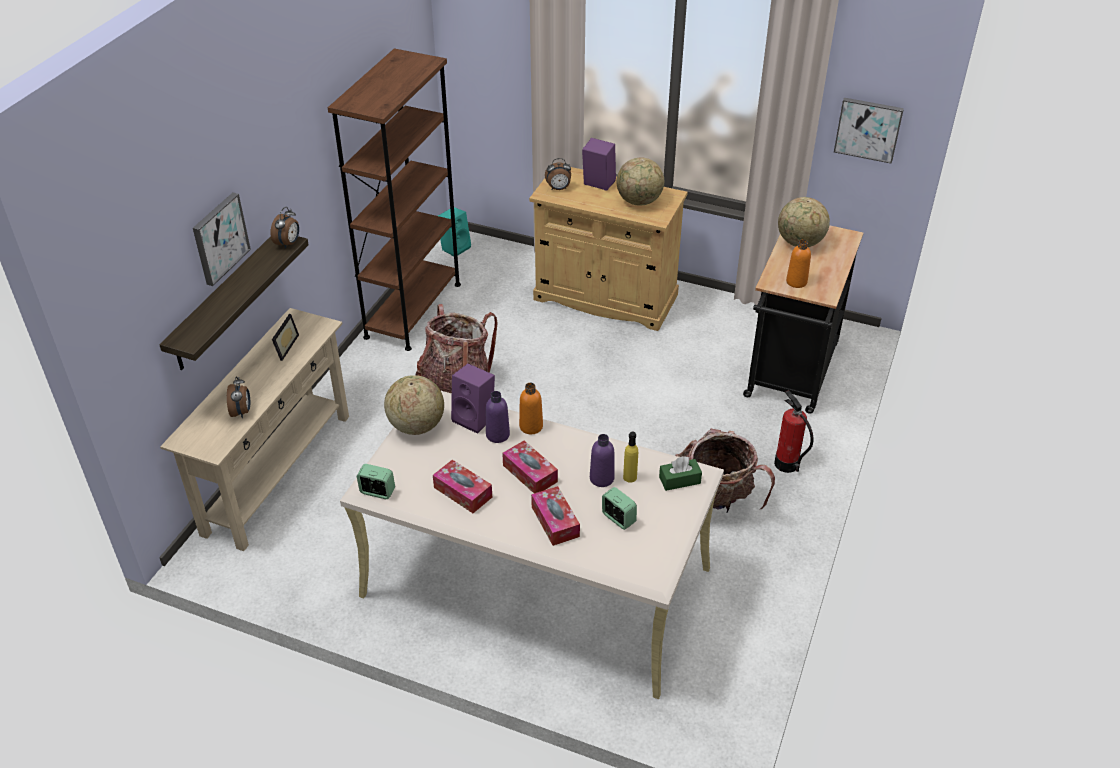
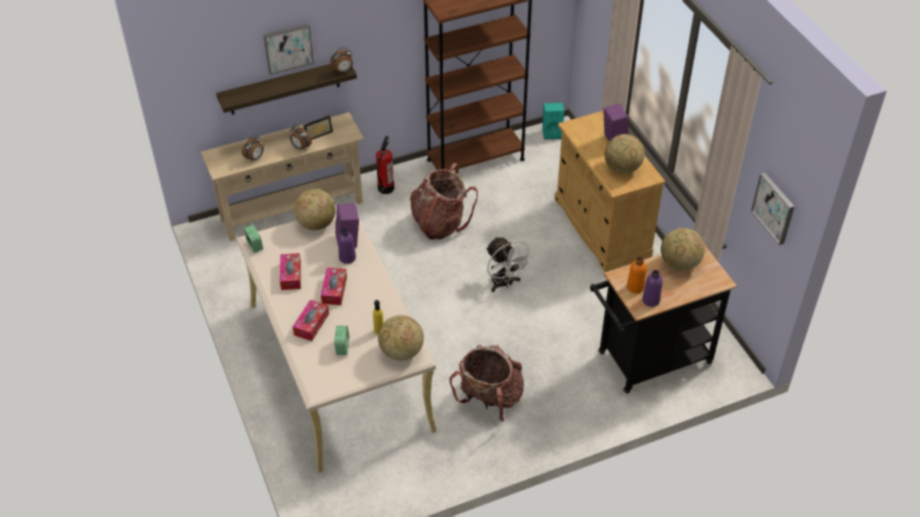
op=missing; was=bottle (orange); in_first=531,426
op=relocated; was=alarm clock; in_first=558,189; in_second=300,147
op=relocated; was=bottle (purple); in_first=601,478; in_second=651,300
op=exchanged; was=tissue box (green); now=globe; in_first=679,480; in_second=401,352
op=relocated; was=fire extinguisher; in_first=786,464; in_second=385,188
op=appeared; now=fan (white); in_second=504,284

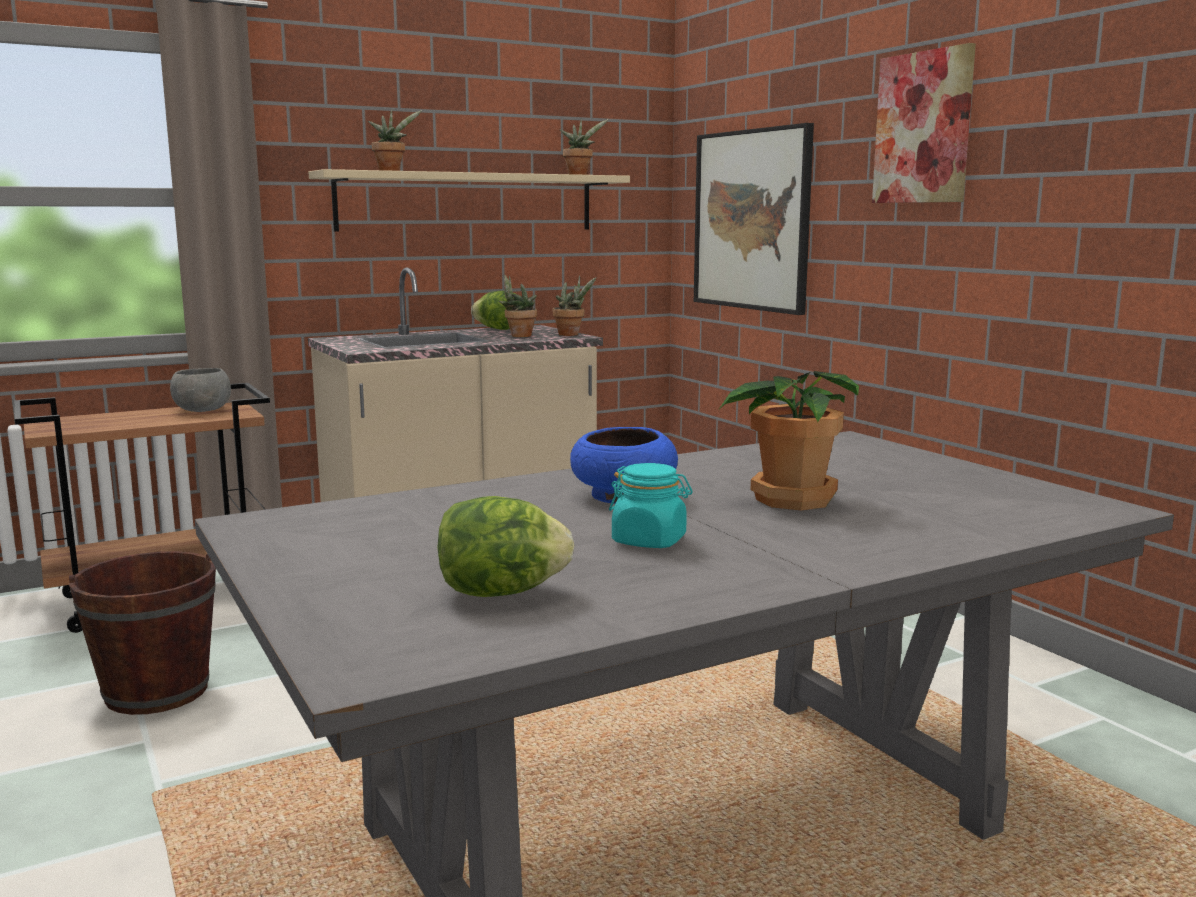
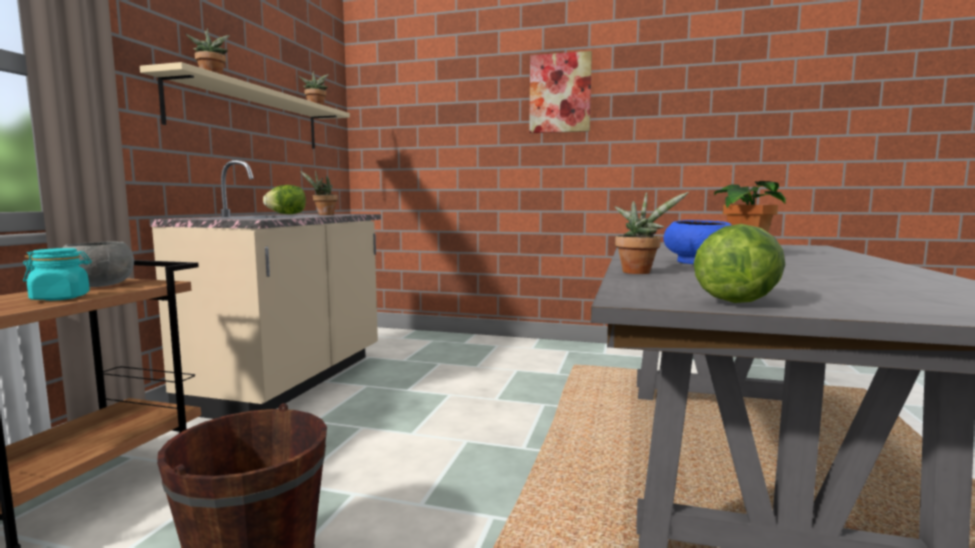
op=relocated; was=lettuce; in_first=501,592; in_second=737,301
op=relocated; was=potted plant; in_first=571,335; in_second=639,272
op=relocated; was=jar (turquoise); in_first=649,541; in_second=61,298
op=missing; was=picture; in_first=751,220

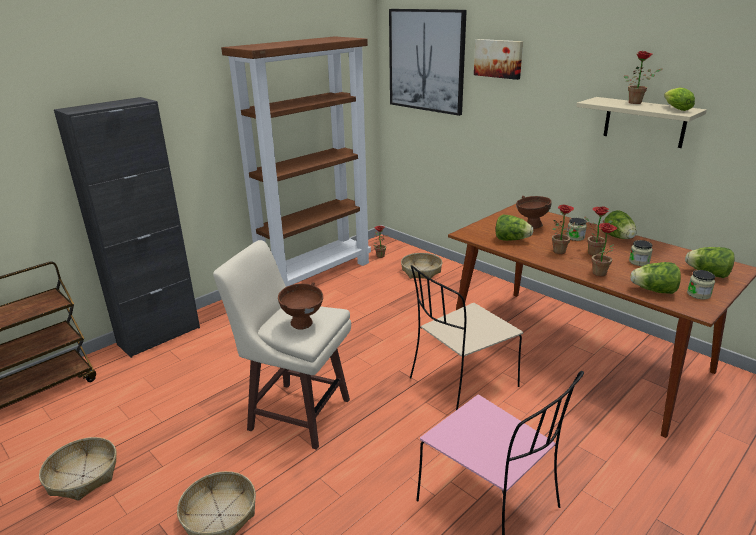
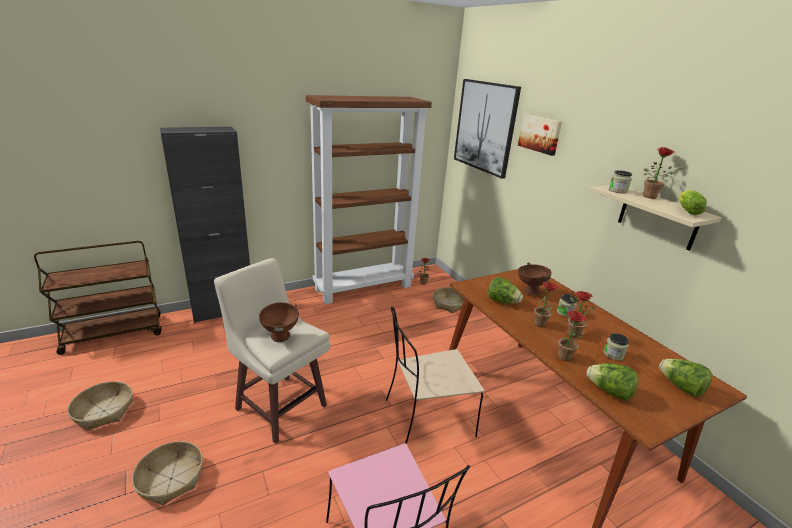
op=missing; was=lettuce; in_first=619,238
op=relocated; was=jar; in_first=698,294; in_second=617,191

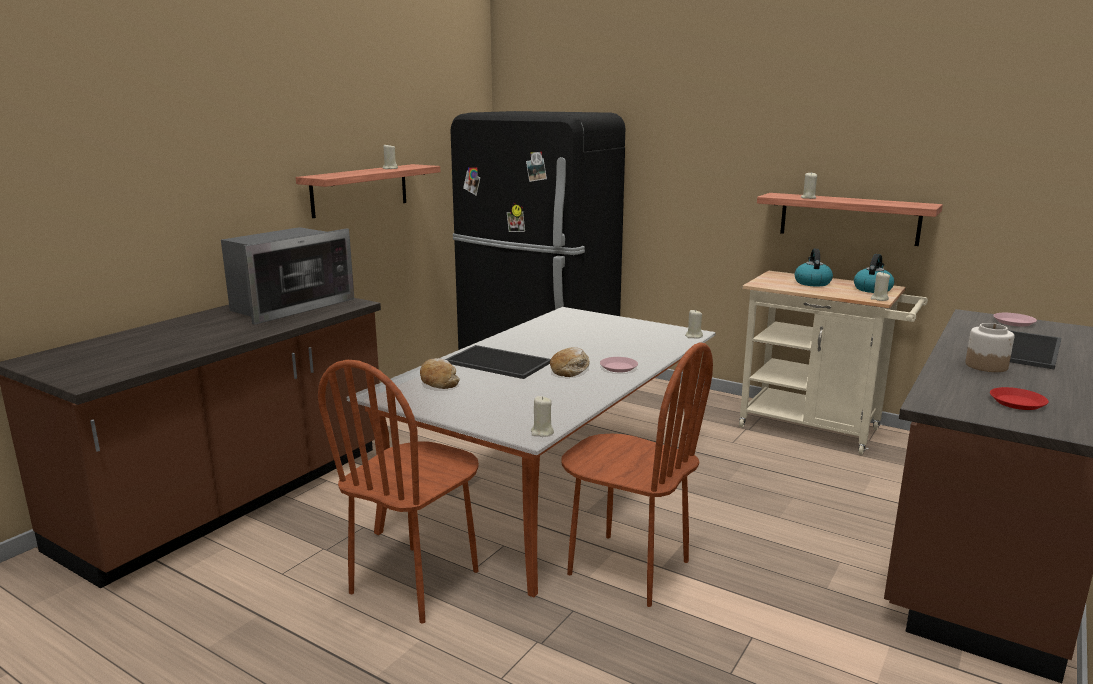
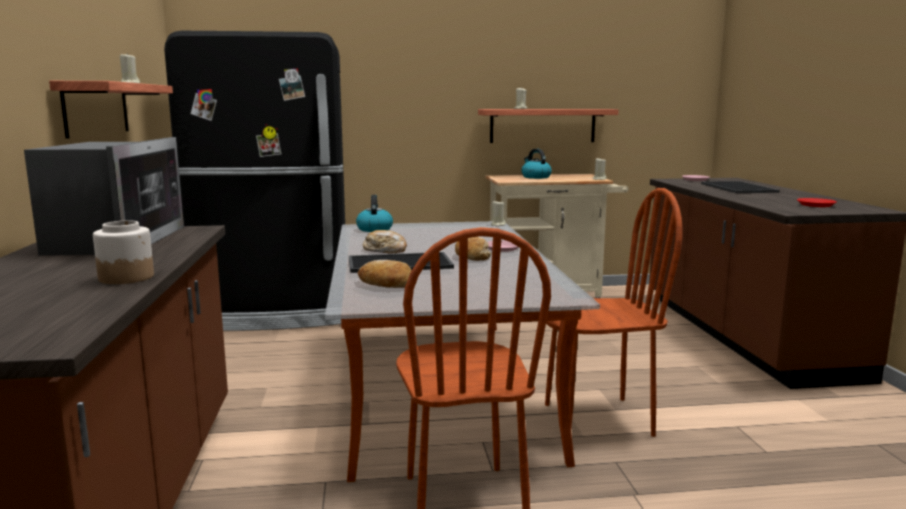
op=missing; was=candle (beige); in_first=542,432
op=relocated; was=kettle; in_first=872,289; in_second=374,229
op=relocated; was=jar; in_first=986,366; in_second=126,277
op=appeared; now=bread; in_second=385,250

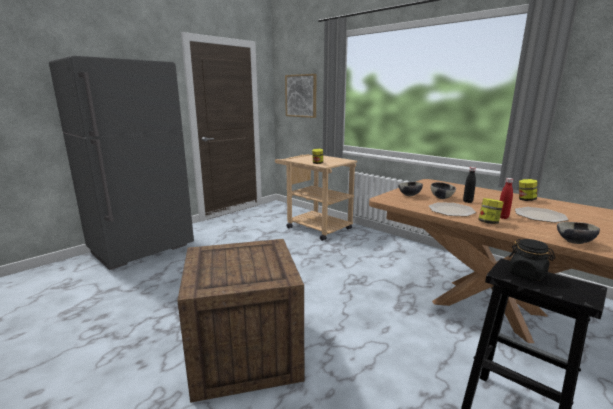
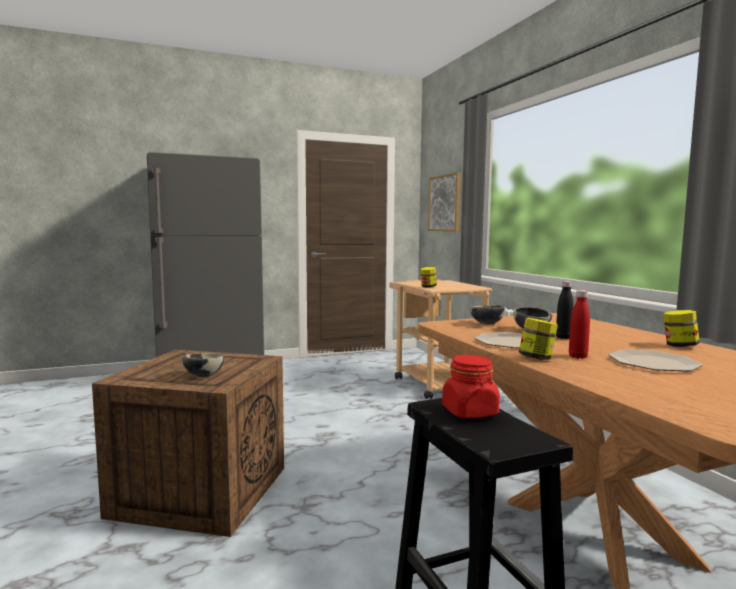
op=colour; was=jar (black); now=jar (red); in_first=527,274; in_second=470,412
op=relocated; was=bowl; in_first=574,242; in_second=203,375

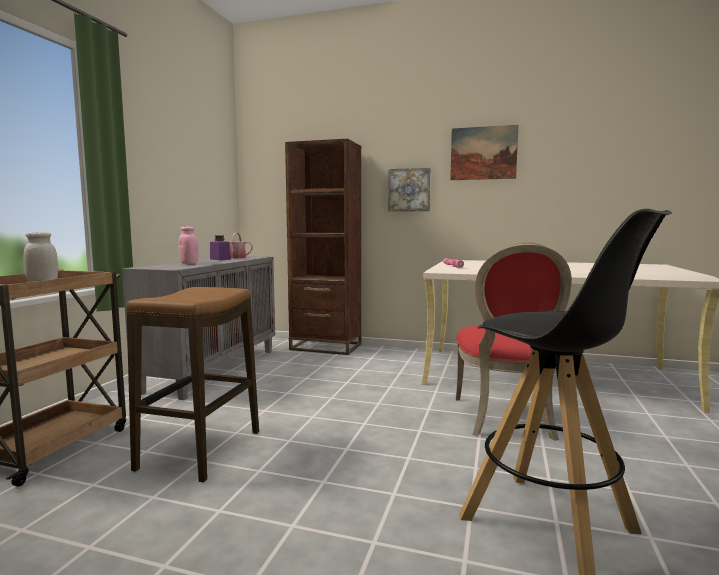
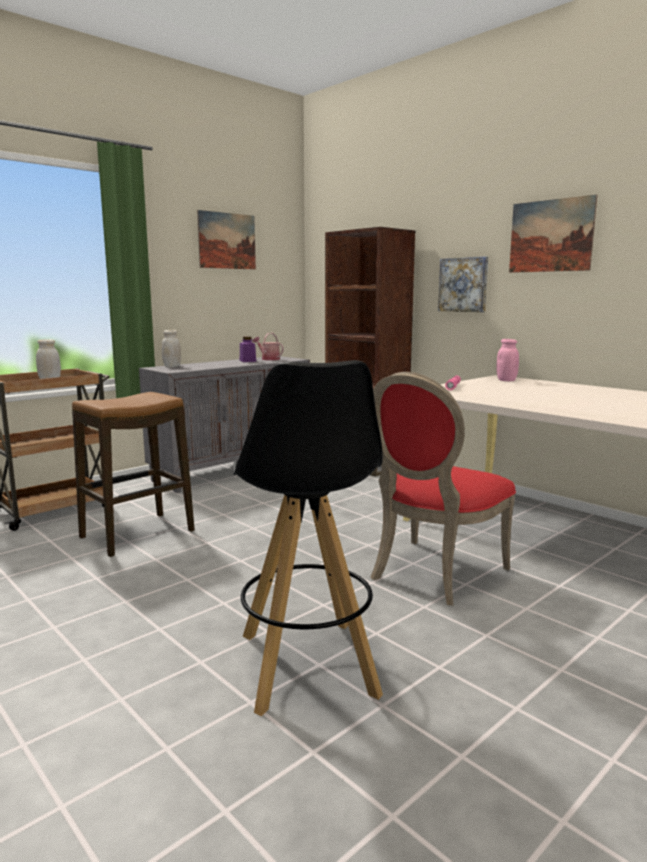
op=relocated; was=jar (pink); in_first=189,263; in_second=506,380
op=appeared; now=jar (white); in_second=172,366
op=appeared; now=picture; in_second=227,241

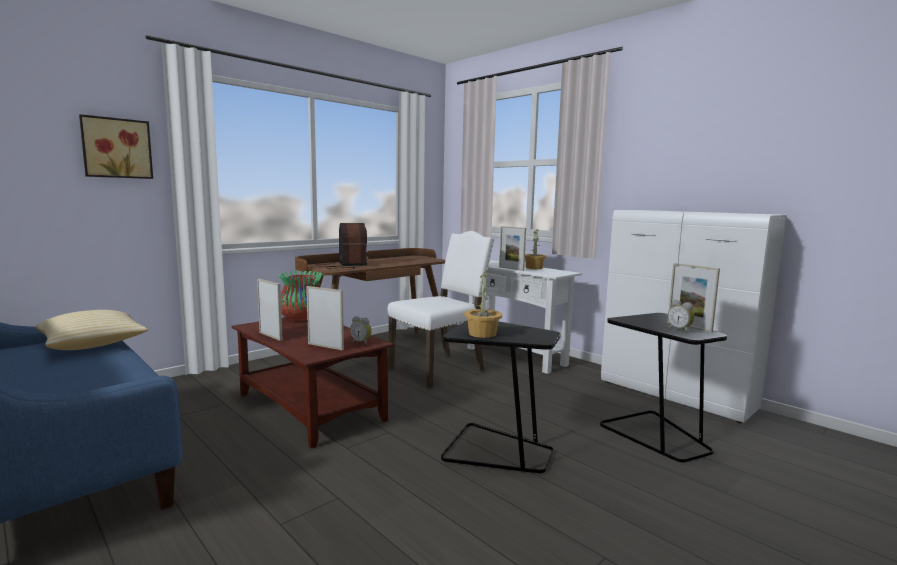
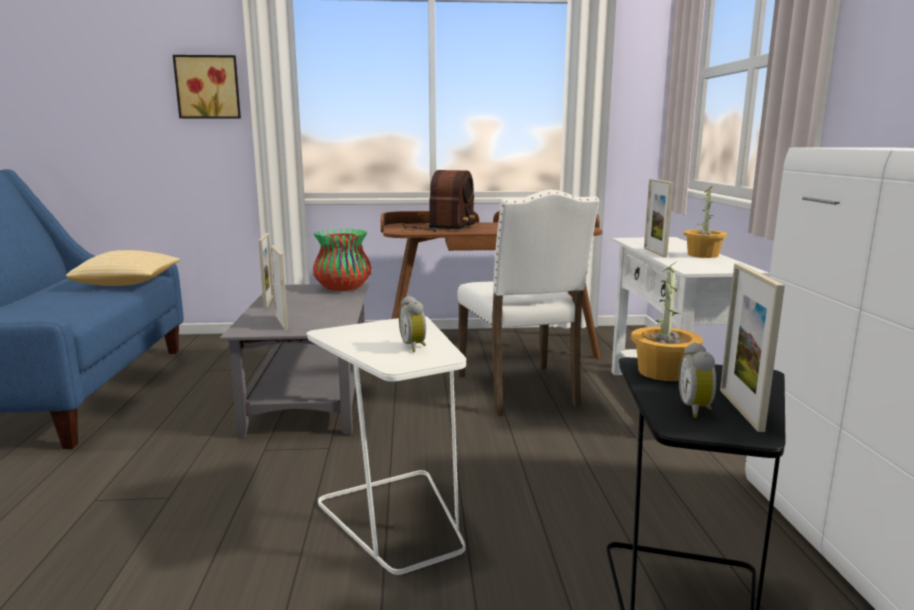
op=colour; was=coffee table (brown); now=coffee table (grey); in_first=309,407; in_second=310,394
op=relocated; was=alarm clock; in_first=361,342; in_second=415,347
op=spun; was=chair (white); in_first=439,369; in_second=520,391; clockwise=75
op=colour; was=side table (black); now=side table (white); in_first=497,450; in_second=397,519
op=relocated; was=potted plant; in_first=483,334; in_second=664,372

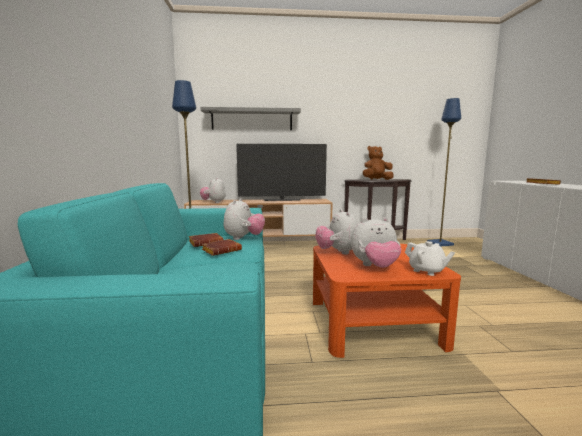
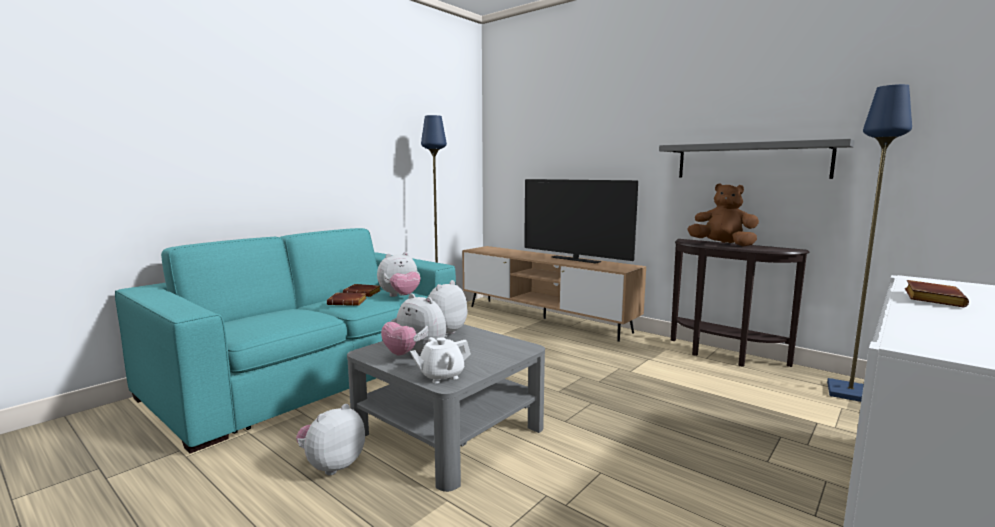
op=relocated; was=shelf (grey); in_first=252,120; in_second=751,160
op=relocated; was=plush toy; in_first=214,202; in_second=332,465
op=colour; was=coffee table (orange); now=coffee table (grey); in_first=372,322; in_second=449,431
op=spun; was=teapot (white); in_first=427,271; in_second=441,376; clockwise=60

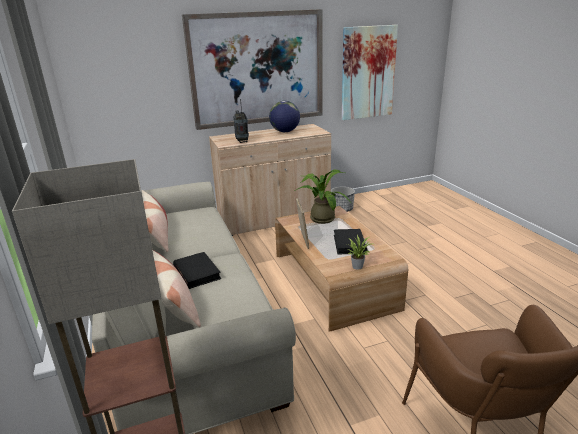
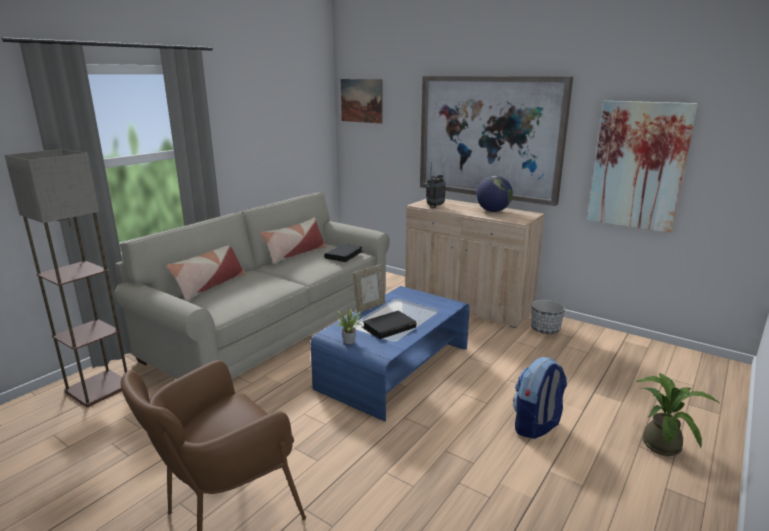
op=relocated; was=book (black); in_first=197,272; in_second=344,255
op=colour; was=coffee table (brown); now=coffee table (blue); in_first=333,280; in_second=395,367
op=relocated; was=potted plant; in_first=321,217; in_second=661,442
op=appeared; now=picture; in_second=361,100
op=appeared; now=backpack; in_second=536,425

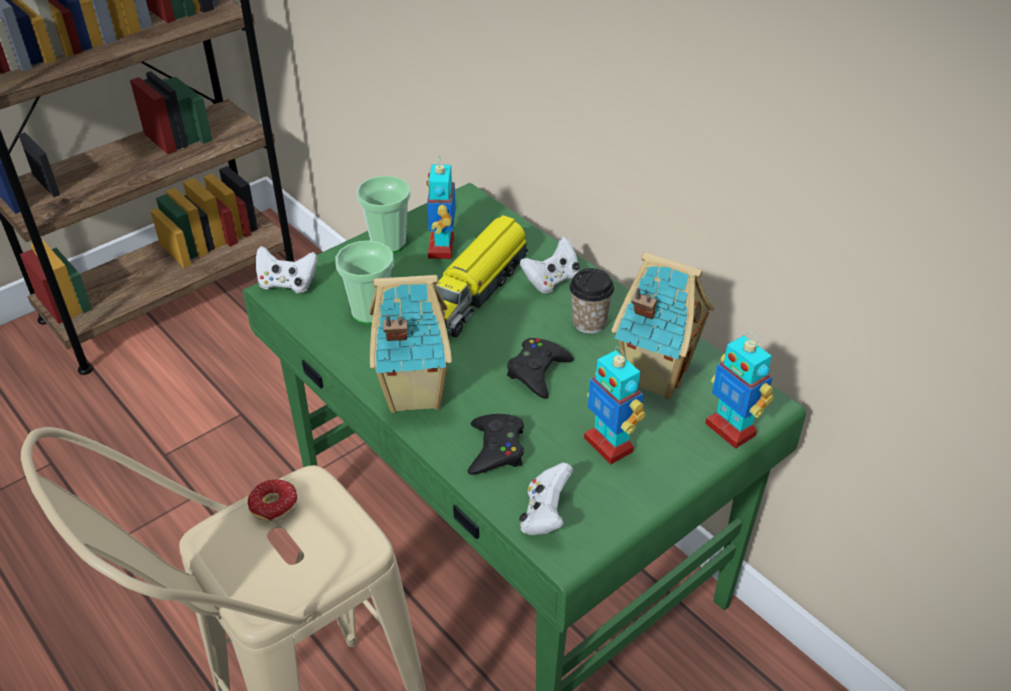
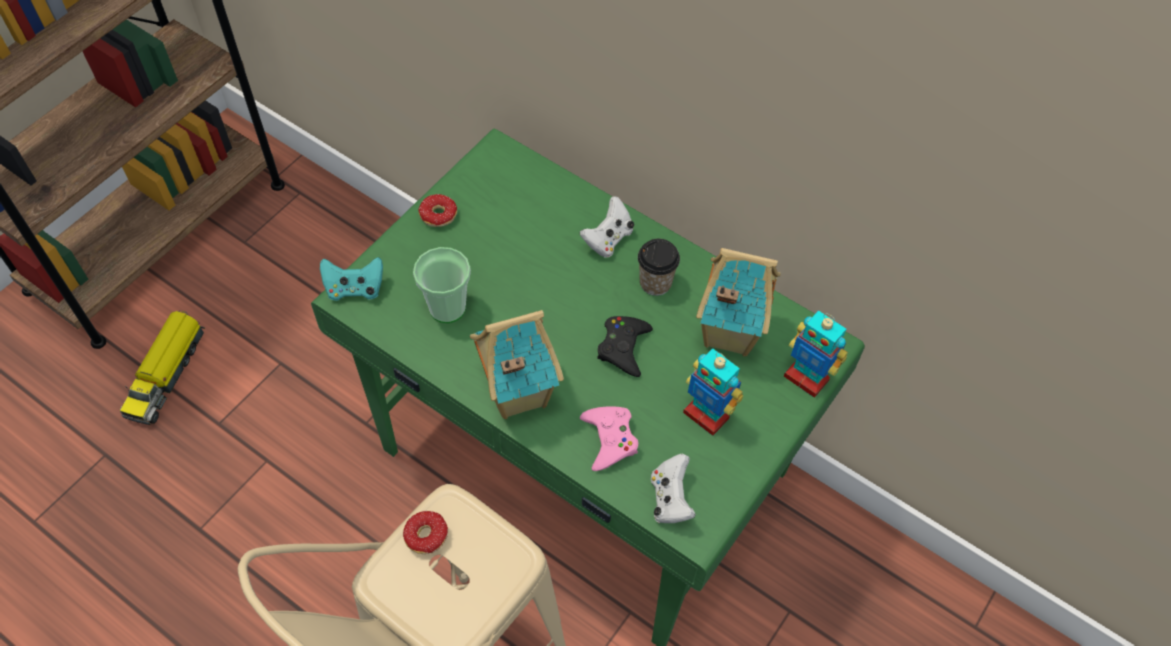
op=colour; was=game controller (white); now=game controller (turquoise); in_first=287,284; in_second=355,288
op=exchanged; was=cup; now=donut; in_first=388,243; in_second=437,221
op=missing; was=toy robot; in_first=442,248
op=relocated; was=toy truck; in_first=475,290; in_second=166,373
op=colour; was=game controller (black); now=game controller (pink); in_first=496,449; in_second=609,439

